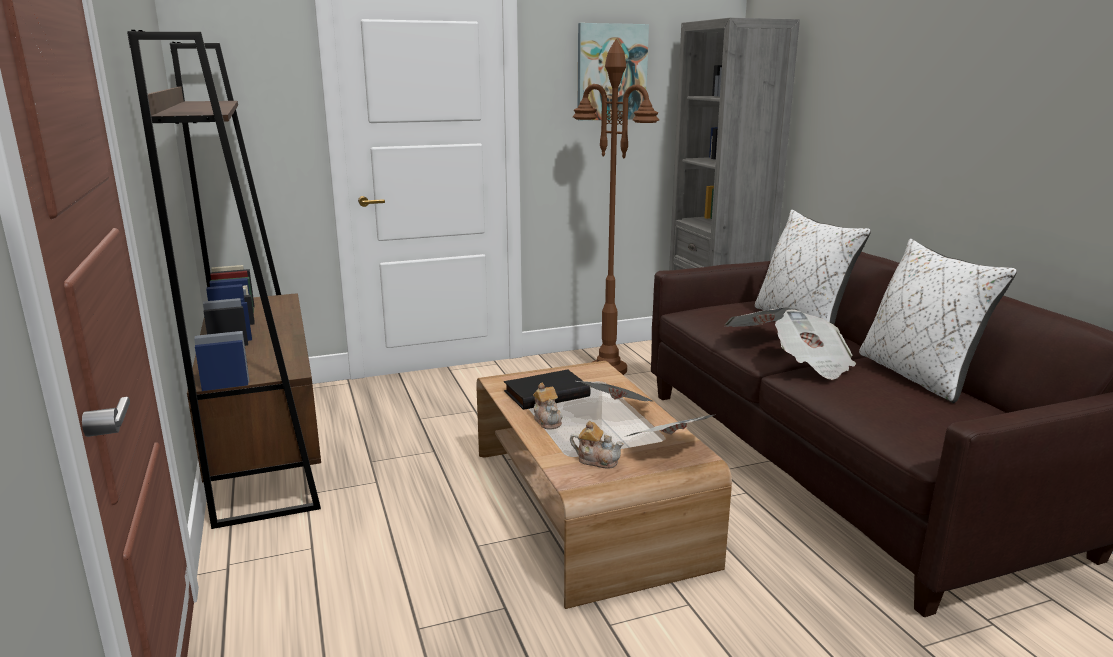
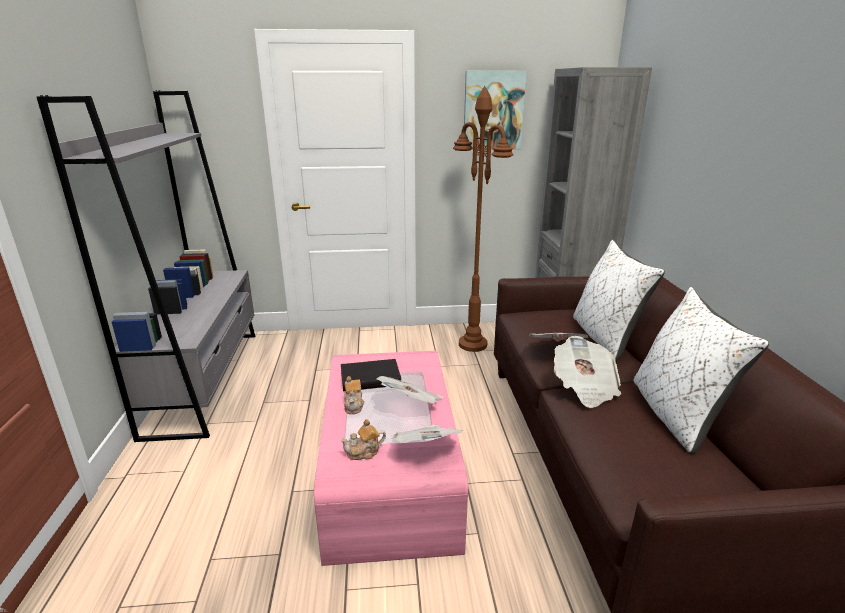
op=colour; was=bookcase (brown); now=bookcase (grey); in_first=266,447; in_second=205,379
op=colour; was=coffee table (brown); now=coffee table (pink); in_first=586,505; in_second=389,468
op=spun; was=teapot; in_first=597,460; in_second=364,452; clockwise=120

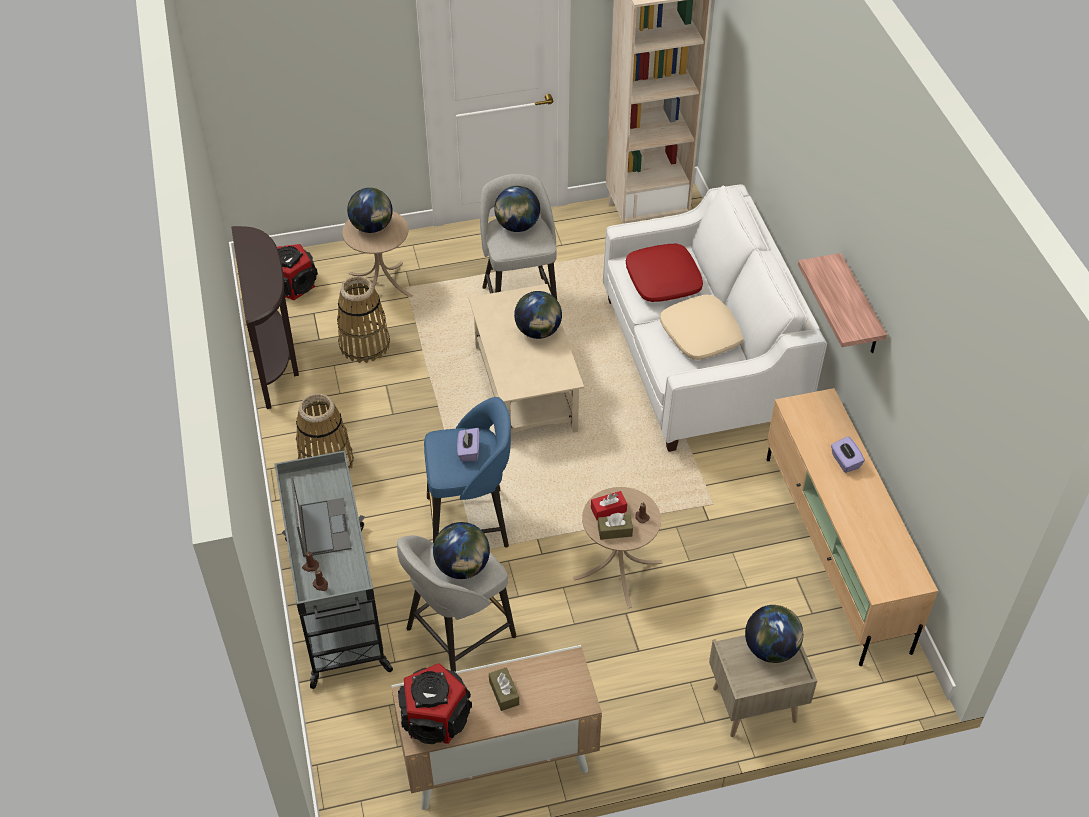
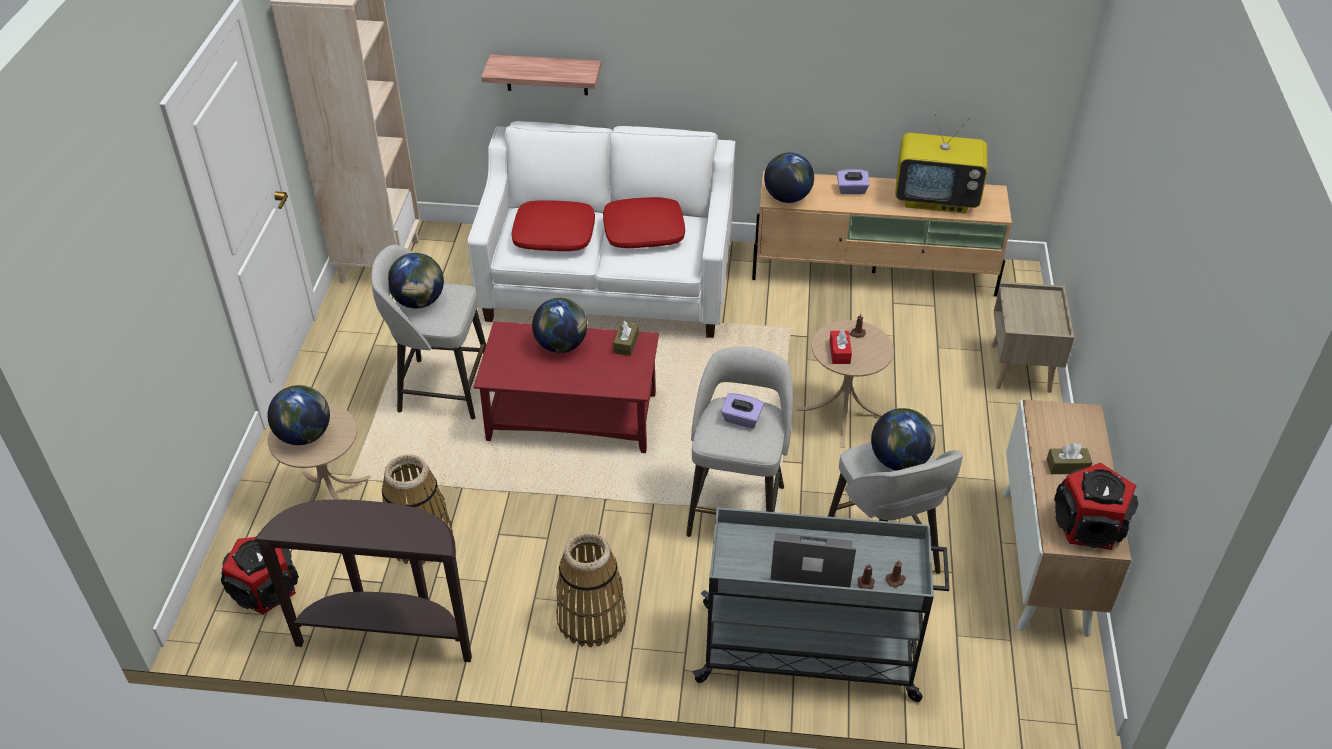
op=colour; was=stool (blue); now=stool (grey); in_first=470,521; in_second=737,508
op=colour; was=coffee table (beige); now=coffee table (red); in_first=526,389; in_second=573,417
op=relocated; was=tissue box (brown); in_first=615,531; in_second=626,344
op=colour; was=pillow (beige); now=pillow (red); in_first=702,334; in_second=644,231
op=relocated; was=globe; in_first=771,648; in_second=787,197
op=relocated; was=shelf; in_first=860,307; in_second=546,75
op=appeared; now=television; in_second=936,199

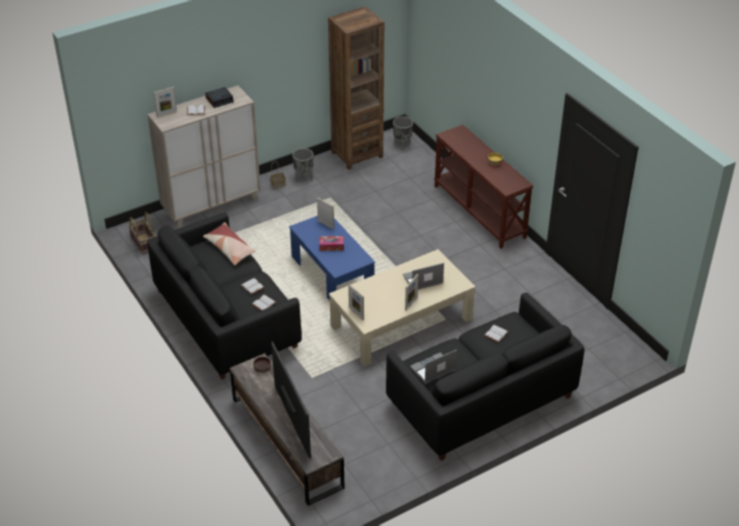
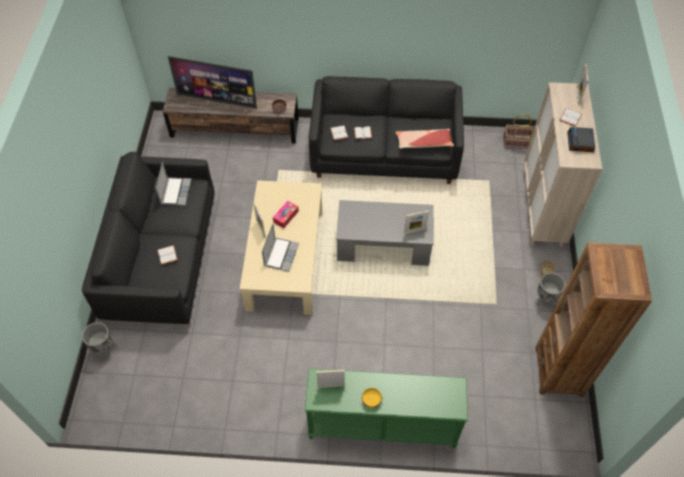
op=colour; was=coffee table (blue); now=coffee table (grey); in_first=332,274; in_second=383,244
op=relocated; was=tissue box; in_first=331,246; in_second=286,216
op=relocated; was=picture frame; in_first=356,313; in_second=331,386
op=relocated; was=planter (grey); in_first=402,145; in_second=104,349
op=colour; was=console table (brown); now=console table (green); in_first=480,211; in_second=382,425

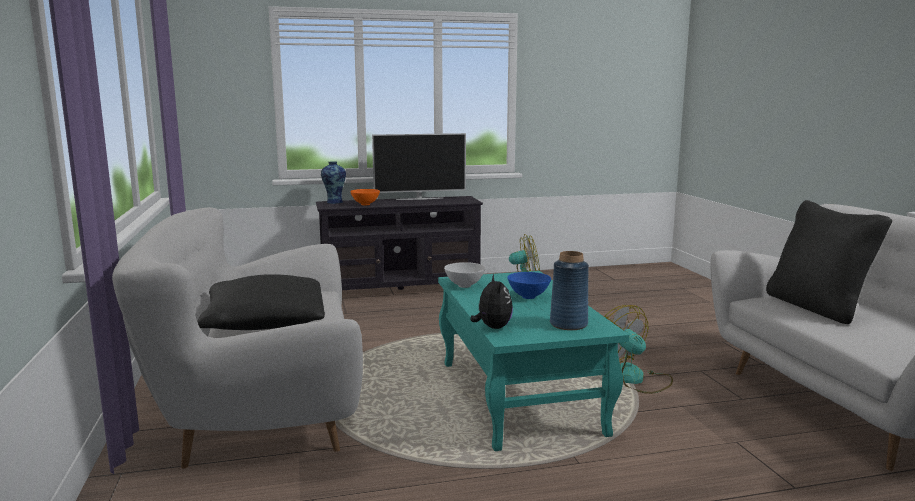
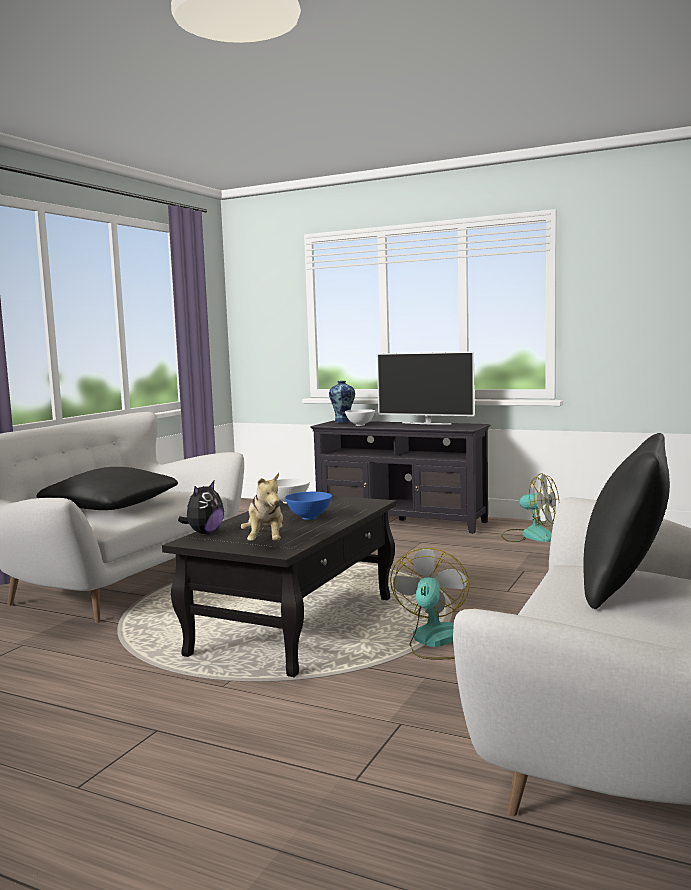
op=colour; was=bowl (orange); now=bowl (white); in_first=365,204; in_second=360,425
op=colour; was=coffee table (turquoise); now=coffee table (black); in_first=518,396; in_second=296,625
op=exchanged; was=vase (blue); now=plush toy; in_first=568,324; in_second=266,542

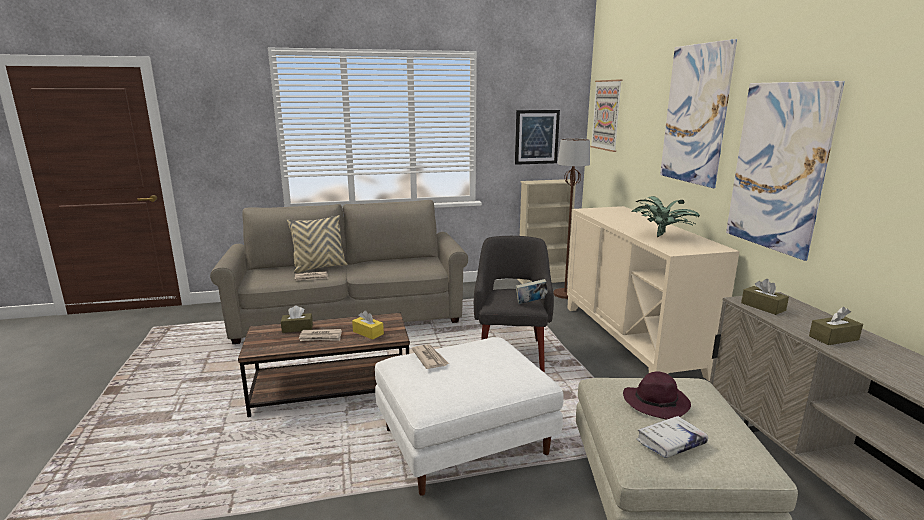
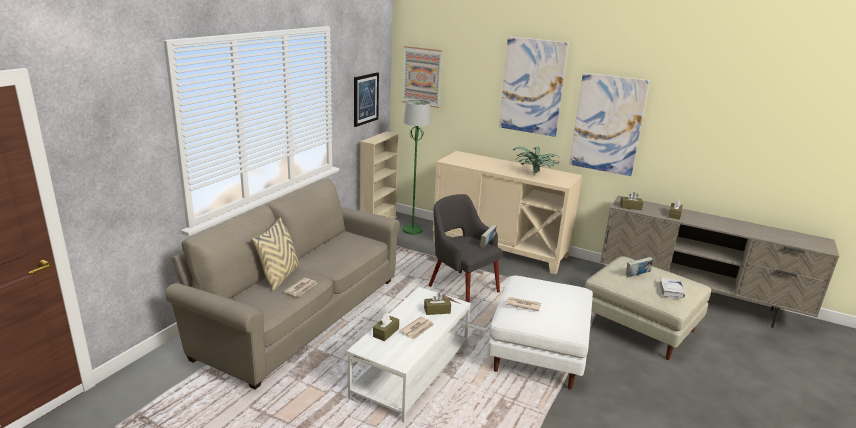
op=colour; was=coffee table (brown); now=coffee table (white); in_first=332,388; in_second=411,370
op=colour; was=tissue box (yellow); now=tissue box (brown); in_first=368,333; in_second=437,310
op=colour; was=floor lamp (brown); now=floor lamp (green); in_first=565,294; in_second=412,230
op=exchanged; was=hat (purple); now=book; in_first=656,402; in_second=637,276

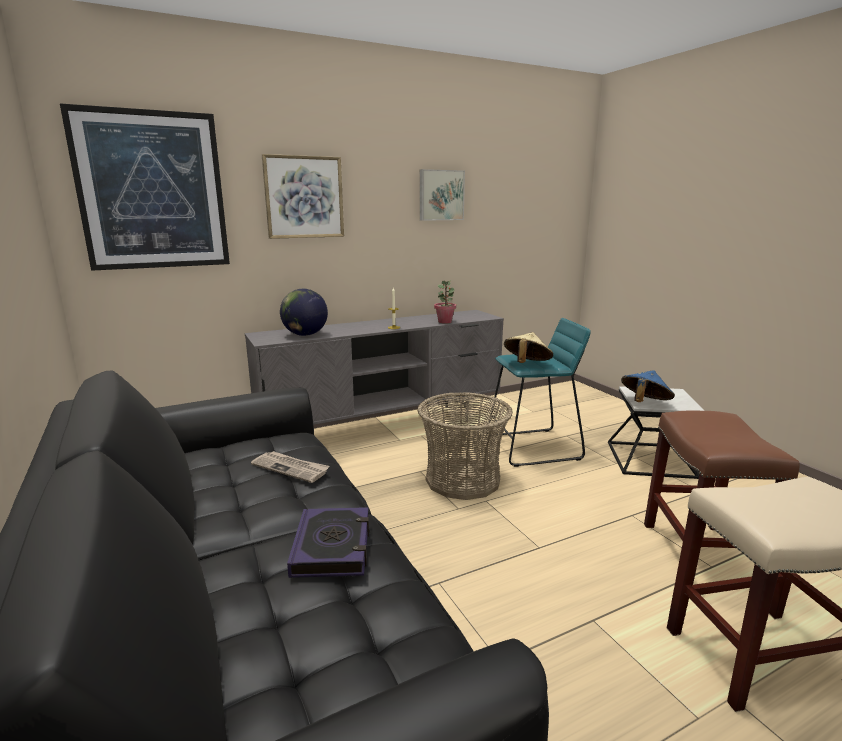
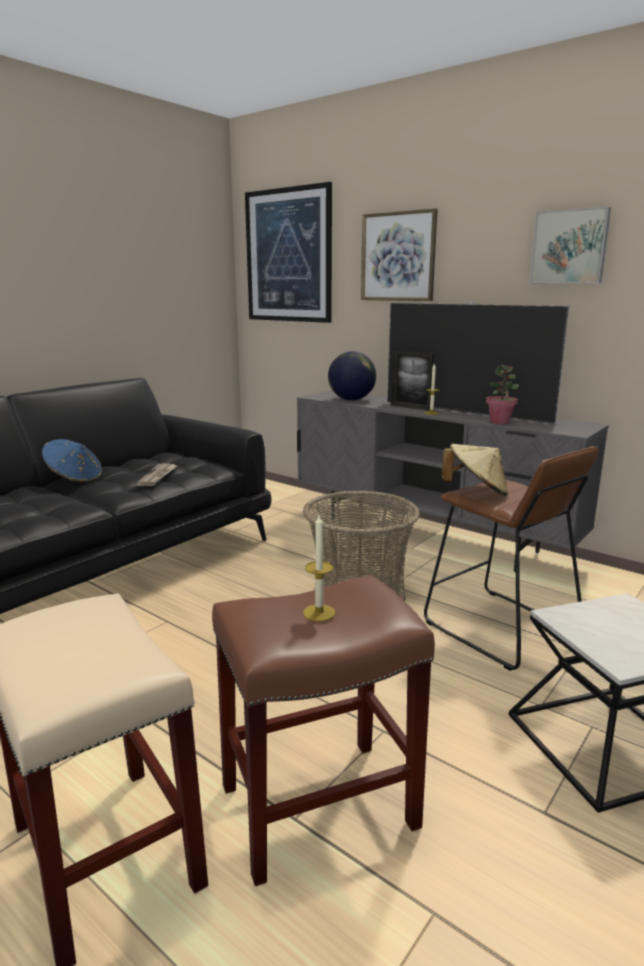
op=missing; was=book; in_first=332,547
op=colour; was=stool (turquoise); now=stool (brown); in_first=533,447; in_second=500,628
op=relocated; was=hat (blue); in_first=644,403; in_second=74,479
op=appeared; now=candle; in_second=319,612
op=appeared; now=television; in_second=464,412
op=appeared; now=picture frame; in_second=410,407

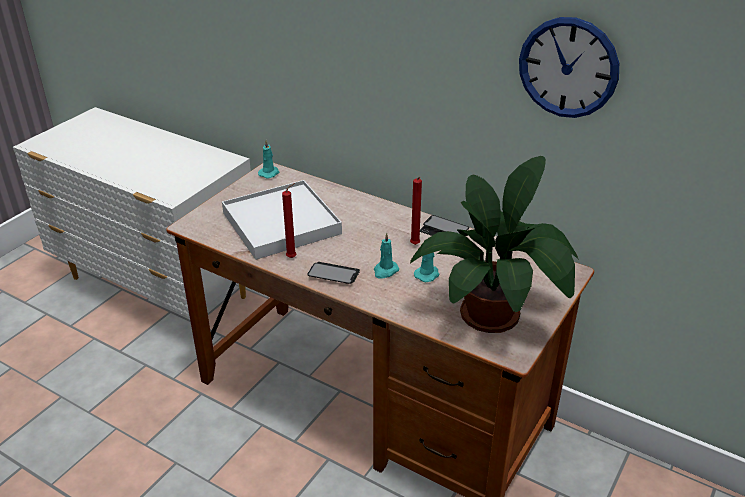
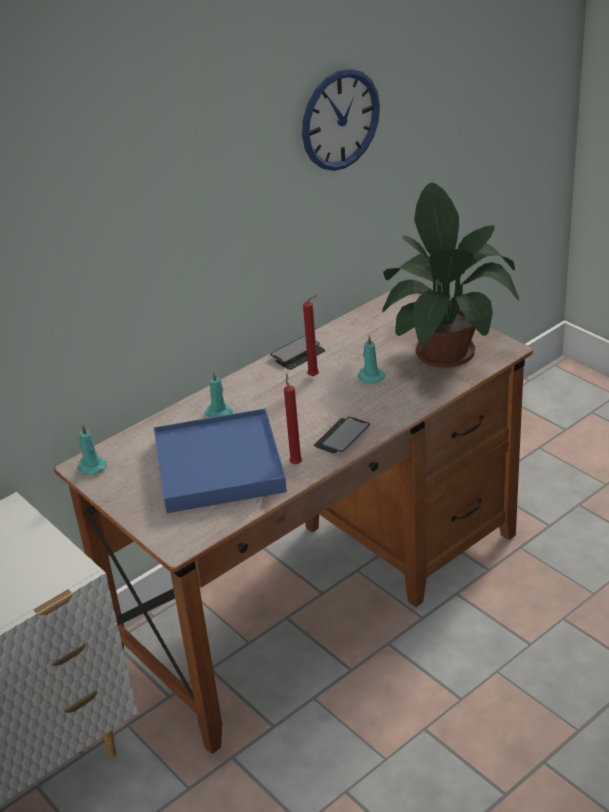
op=colour; was=tray (white); now=tray (blue); in_first=281,223; in_second=218,465
op=relocated; was=candle (turquoise); in_first=385,271; in_second=220,414

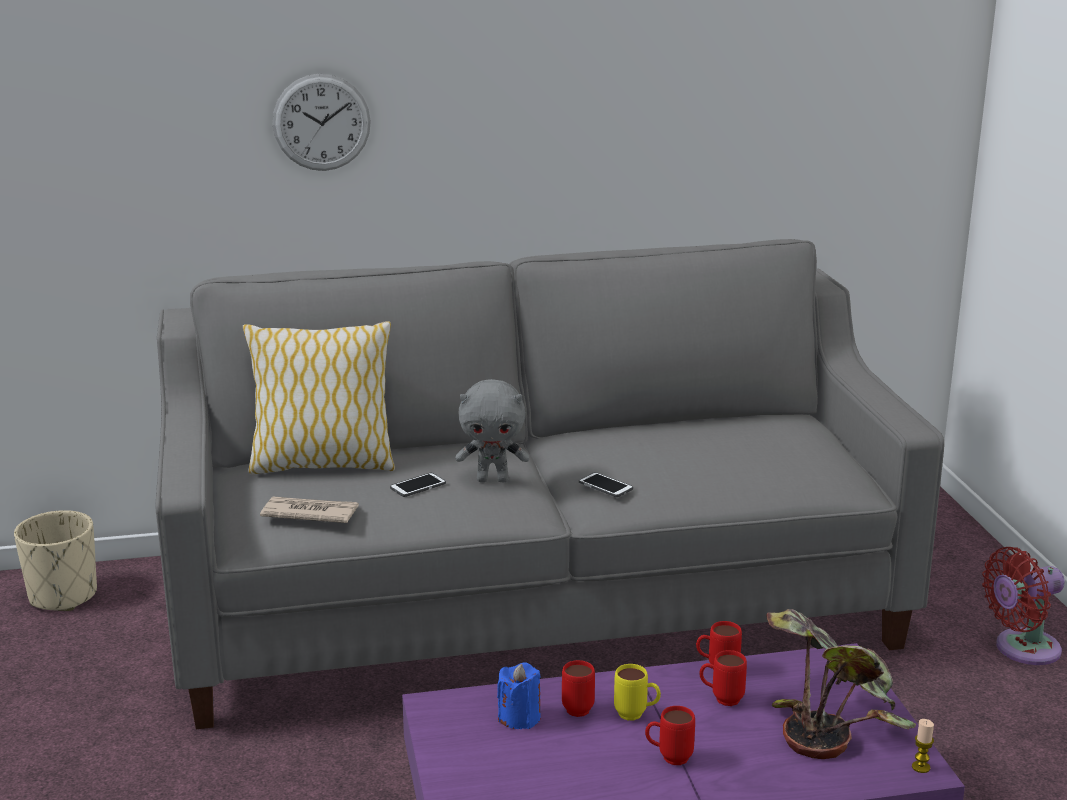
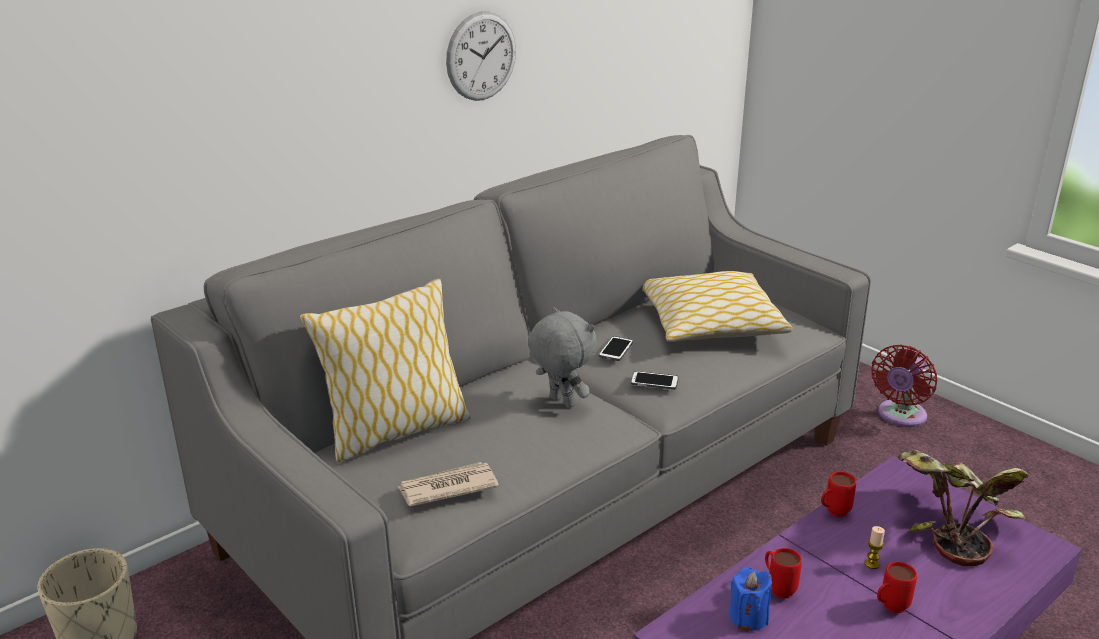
op=relocated; was=wall clock; in_first=321,122; in_second=481,56
op=relocated; was=phone; in_first=418,486; in_second=616,349
op=spun; was=plush toy (grey); in_first=493,479; in_second=561,402; clockwise=-105
op=missing; was=mug (yellow); in_first=636,715
op=missing; was=mug (red); in_first=721,699
op=relocated; was=candle; in_first=920,767; in_second=872,564
op=appeared; now=pillow; in_second=710,324

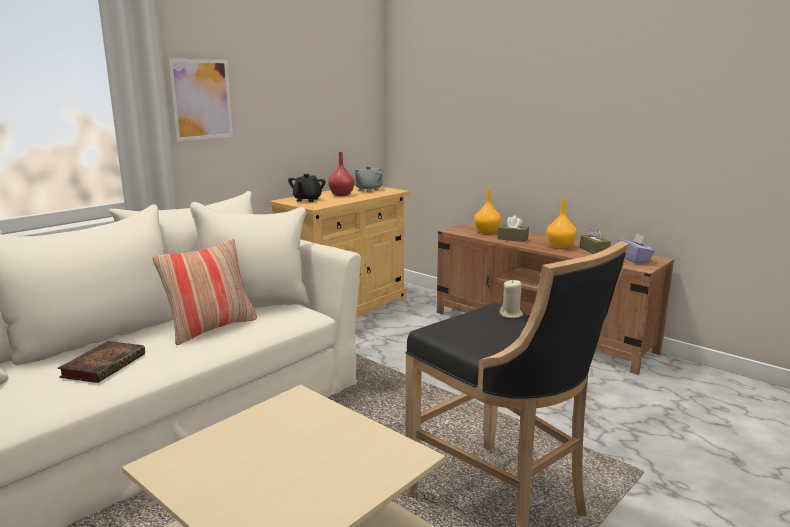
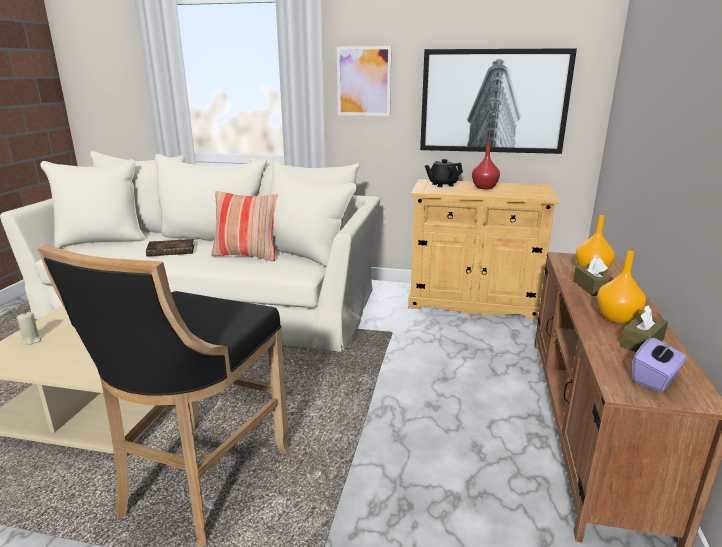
op=missing; was=teapot (grey); in_first=368,190
op=relocated; was=candle (beige); in_first=511,314; in_second=32,340
op=appeared; now=picture; in_second=493,101

